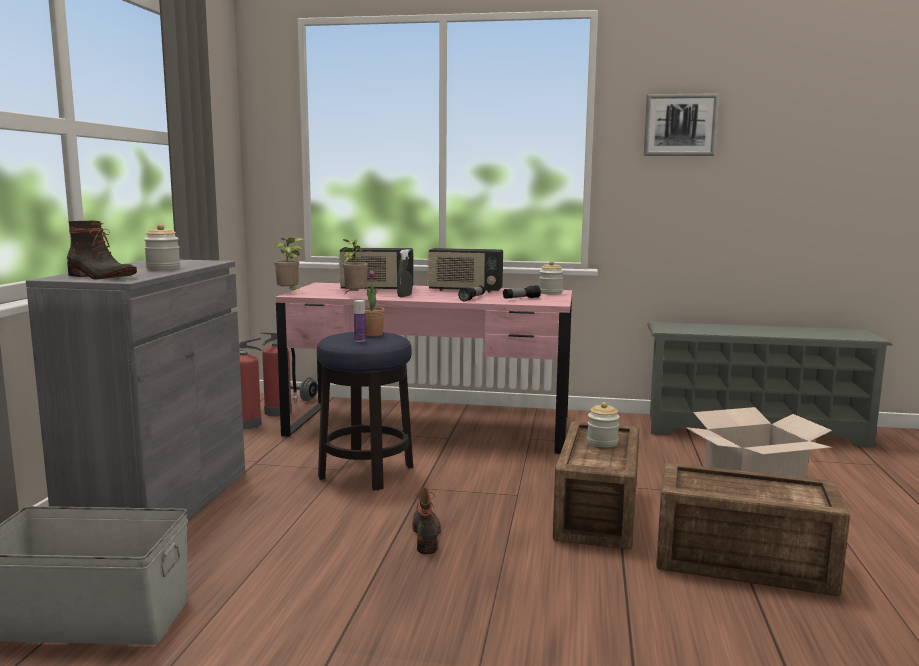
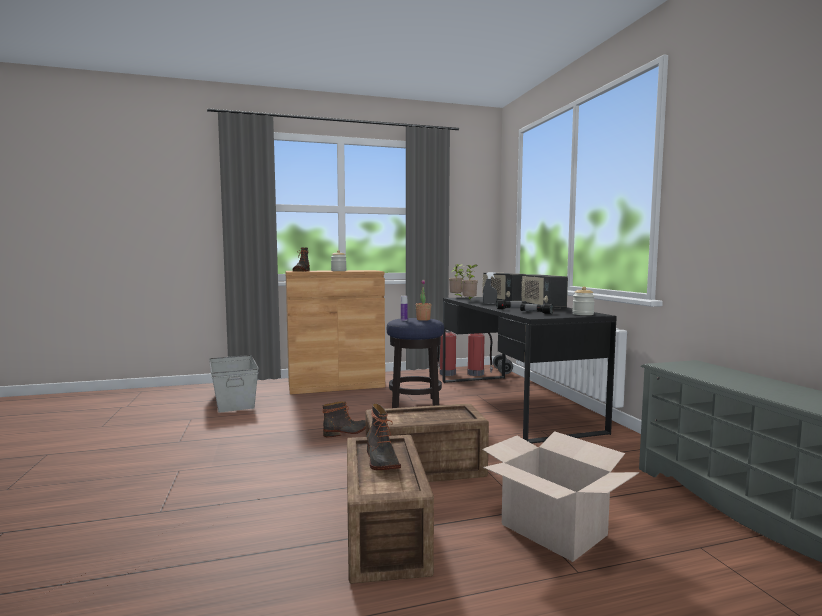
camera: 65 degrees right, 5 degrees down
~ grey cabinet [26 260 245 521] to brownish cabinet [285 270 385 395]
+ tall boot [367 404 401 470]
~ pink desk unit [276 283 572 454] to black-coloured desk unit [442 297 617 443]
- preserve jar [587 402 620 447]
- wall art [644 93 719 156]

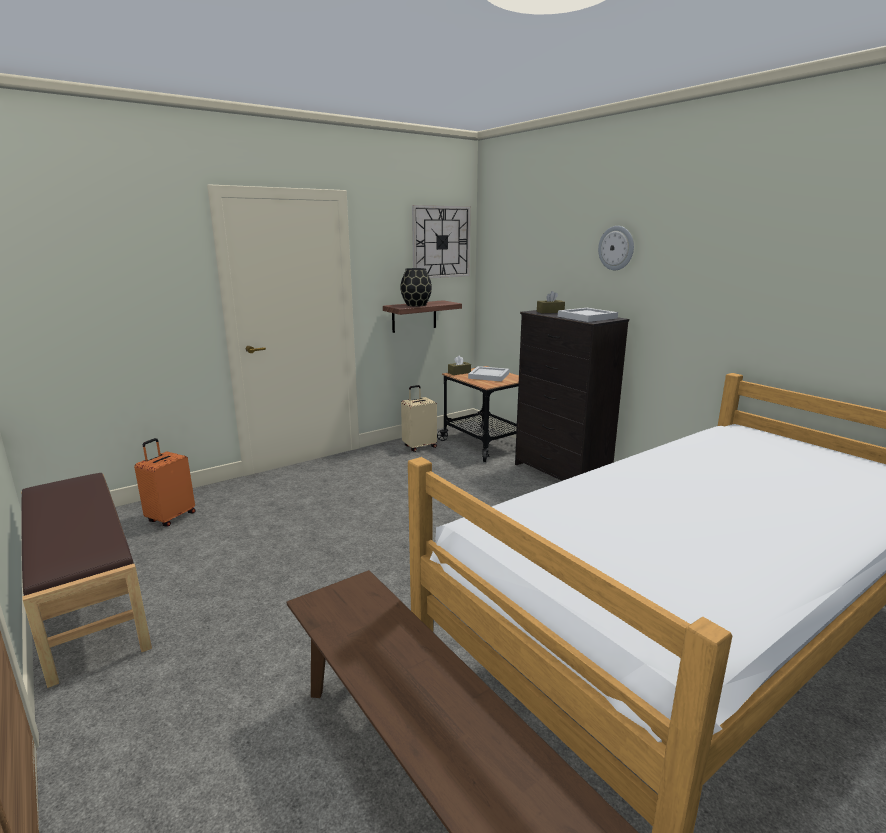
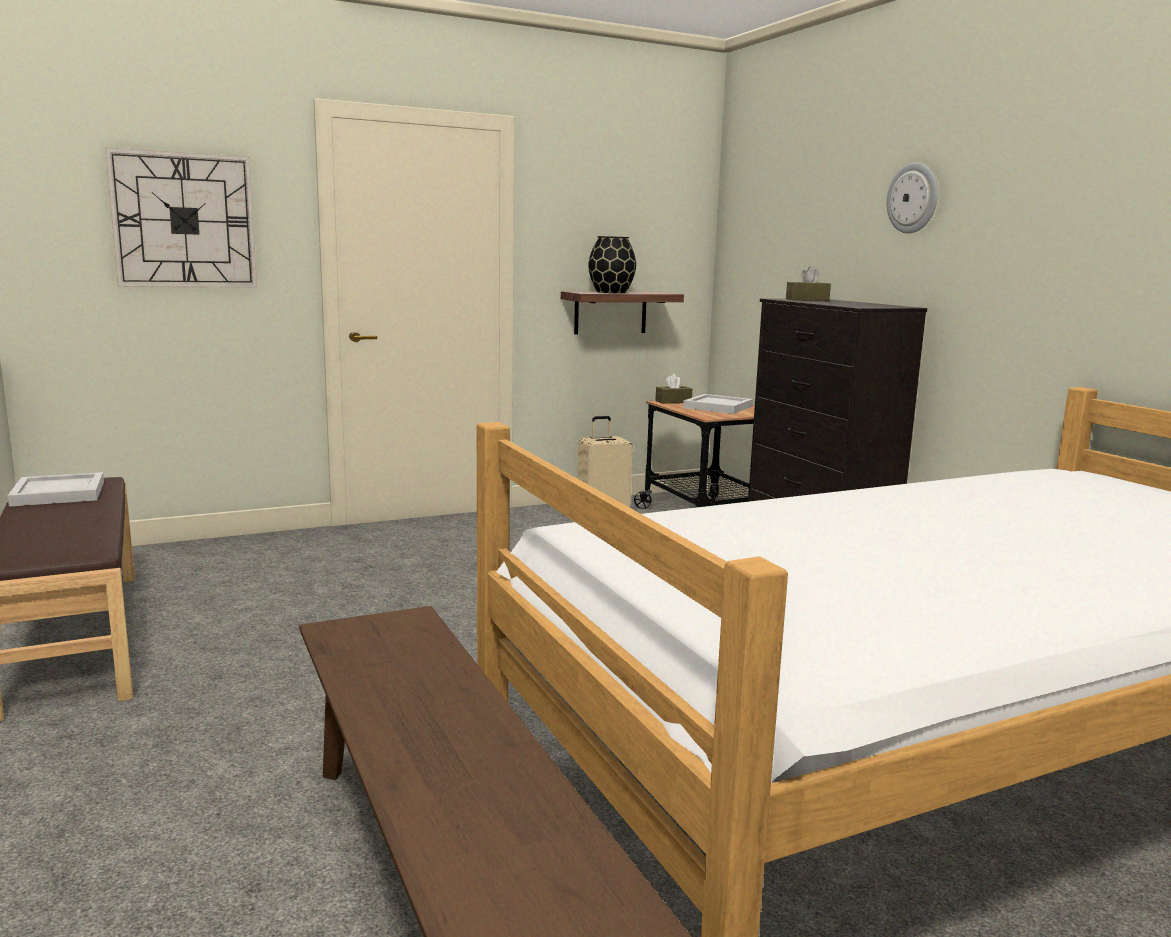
camera: 10 degrees right, 5 degrees down
~ white serving tray [558 308 618 322] to [8 472 104 507]
~ clock on the wall [412 205 471 278] to [105 148 257 288]
- orange suitcase [134 438 196 527]

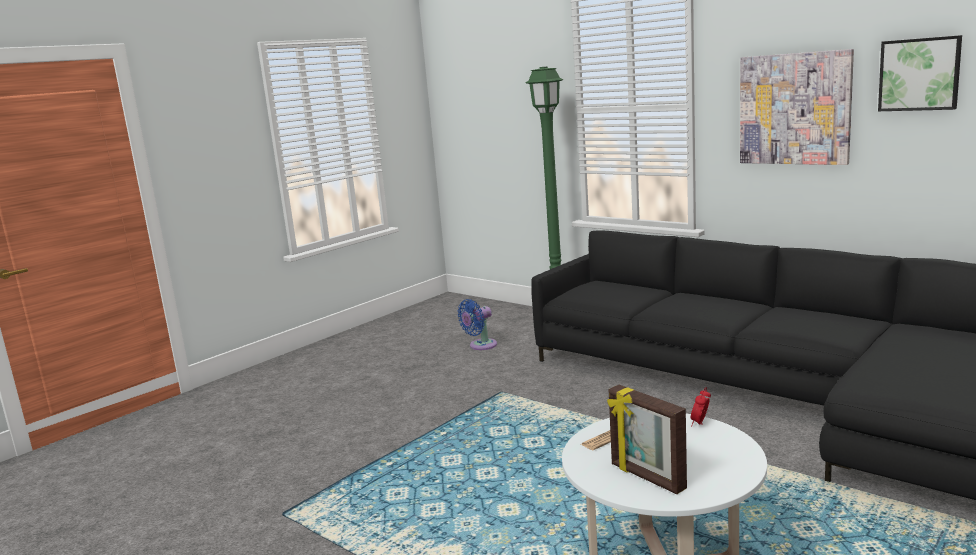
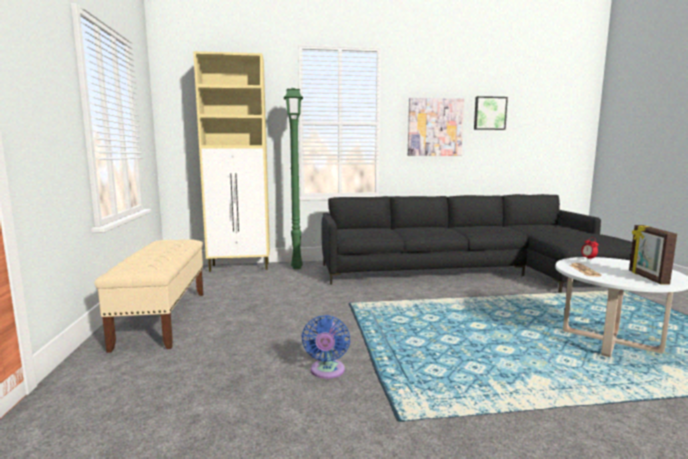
camera: 50 degrees left, 5 degrees down
+ sand-coloured bench [94 239 203 353]
+ sand-coloured cabinet [193 51 270 272]
~ bluish electric fan [458 299 497 350] to [302 315 350 379]
~ photo frame [607 385 687 494] = [629 225 677 285] 90 degrees clockwise

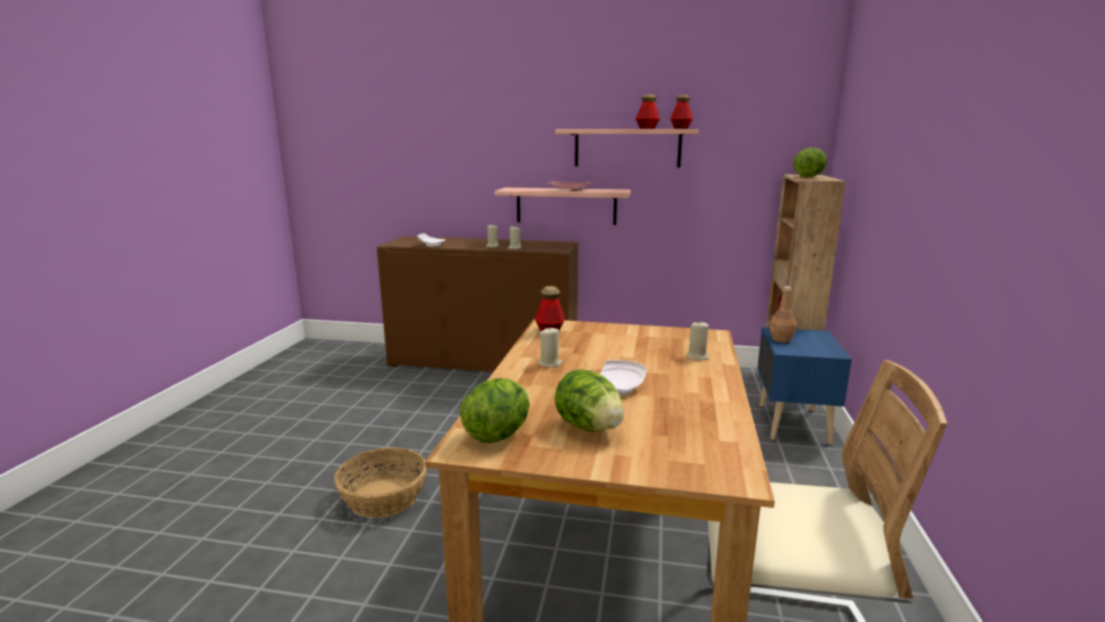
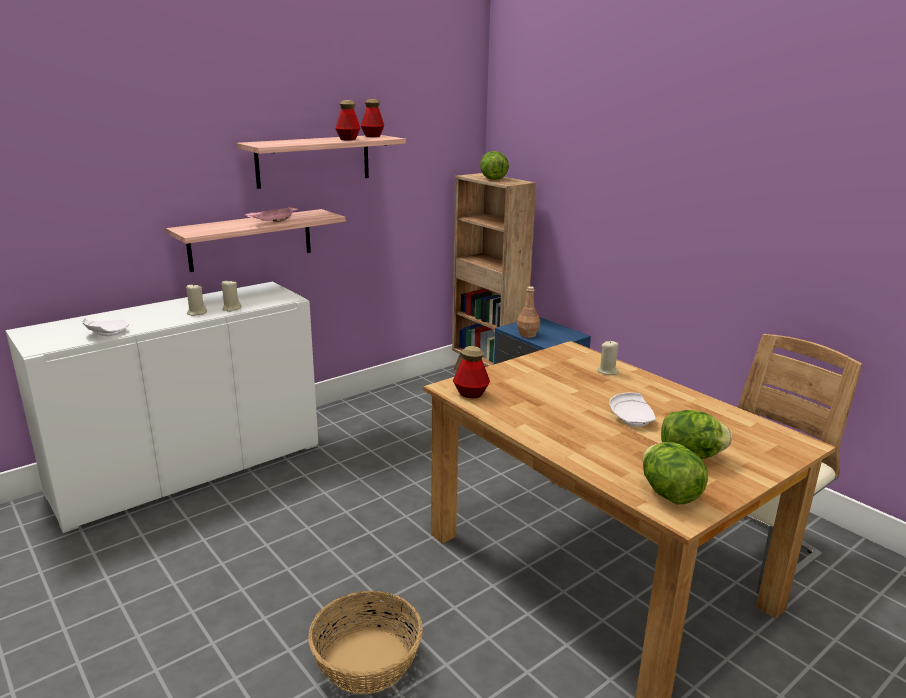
camera: 50 degrees left, 5 degrees up
~ brownish cabinet [377 236 578 372] to white cabinet [5 282 318 533]
- sand-coloured candle [538 327 563 367]

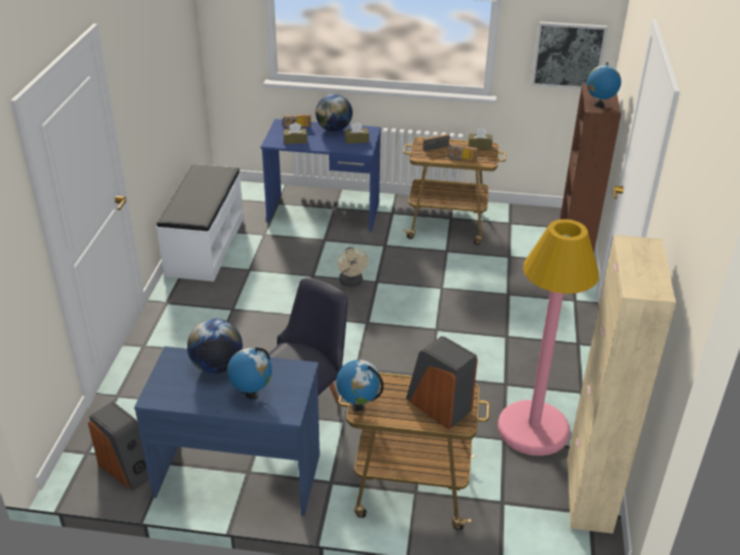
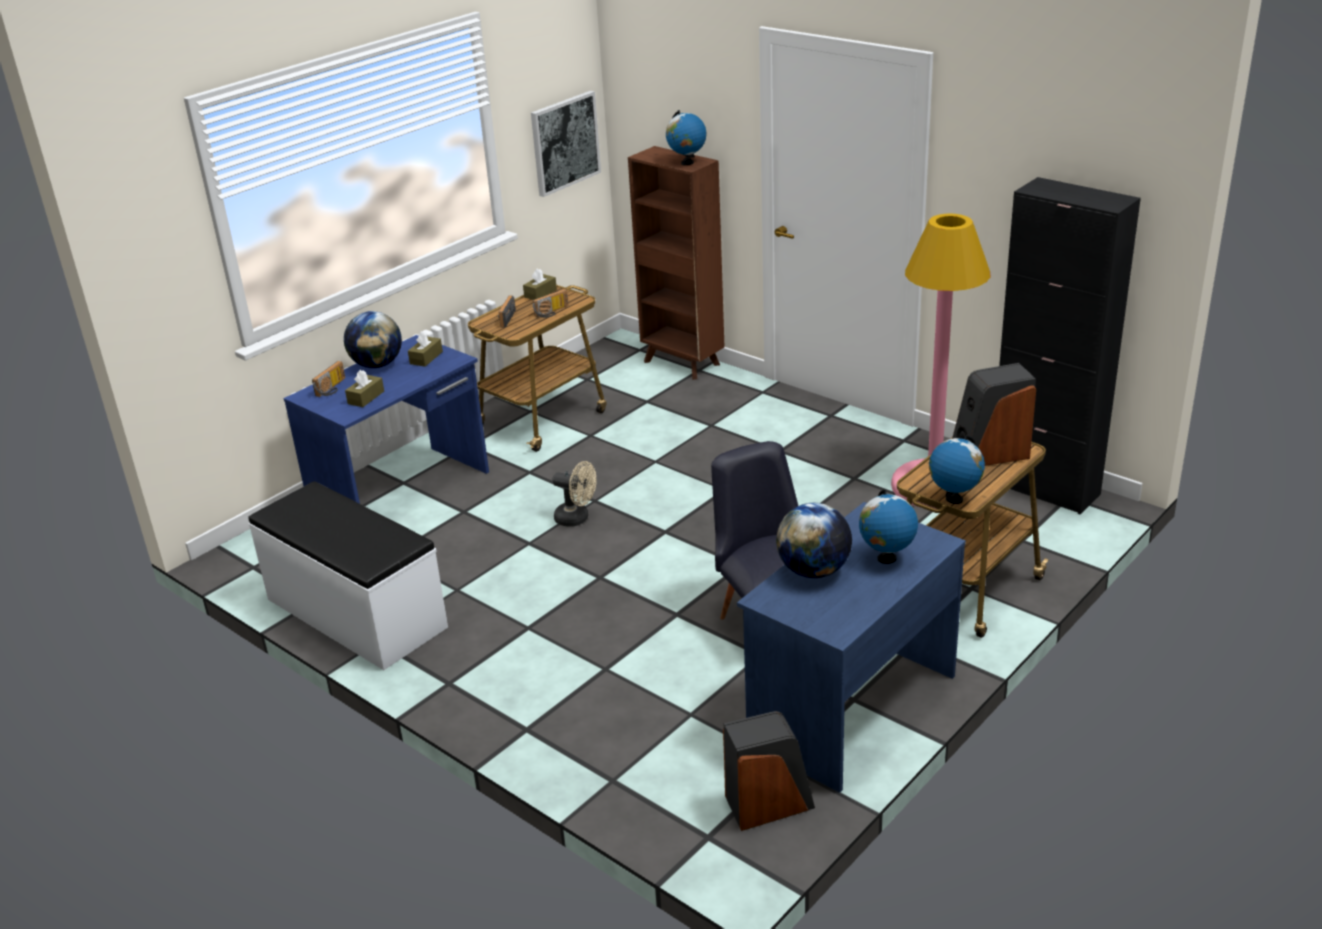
camera: 55 degrees left, 5 degrees down
~ sand-coloured cabinet [567 235 676 534] to black-coloured cabinet [999 177 1141 514]

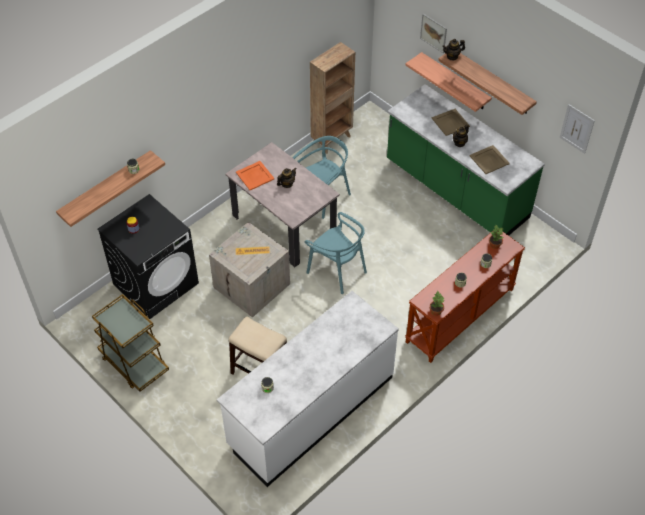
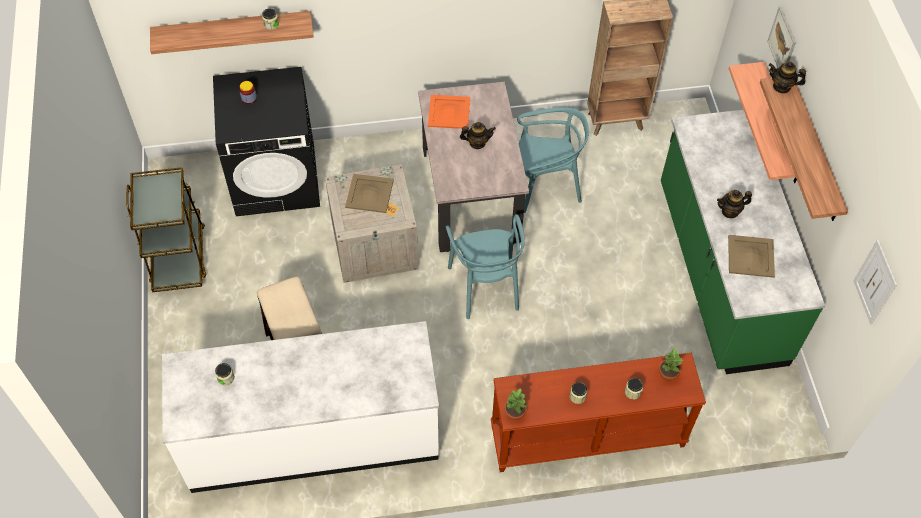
camera: 35 degrees right, 5 degrees up
~ sand-coloured serving tray [432 109 470 136] to [345 174 394 213]

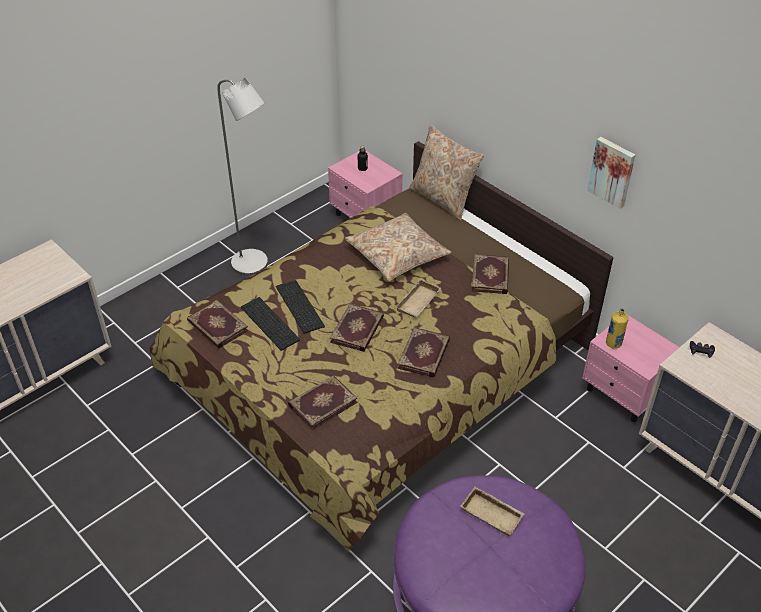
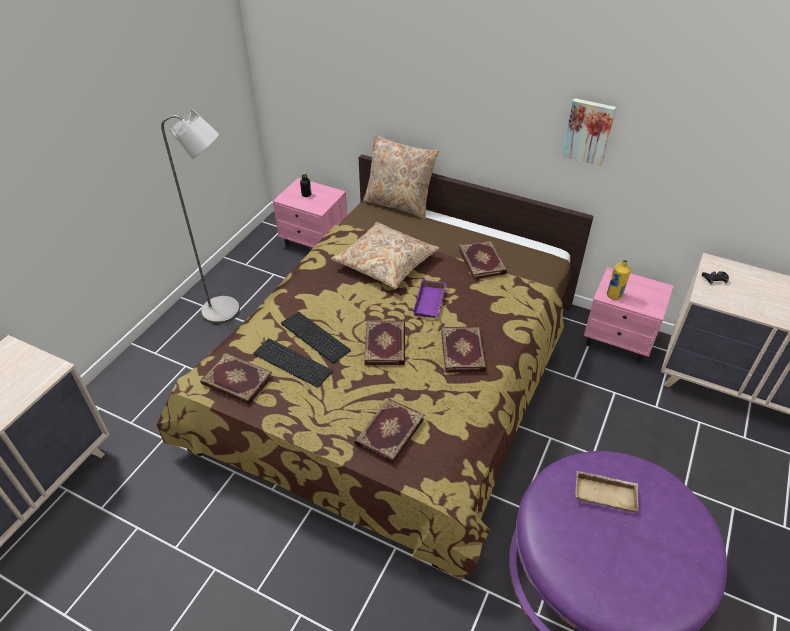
camera: 20 degrees left, 0 degrees up
~ sand-coloured serving tray [395 278 441 317] to purple serving tray [413 279 447 318]

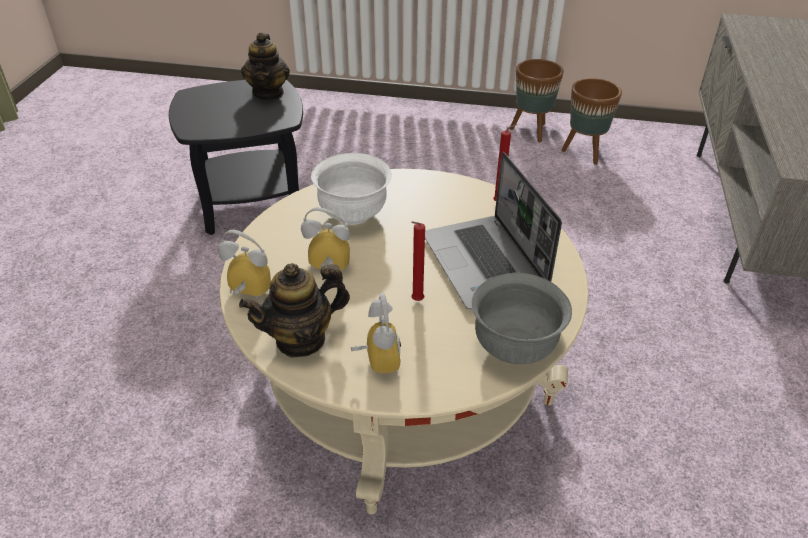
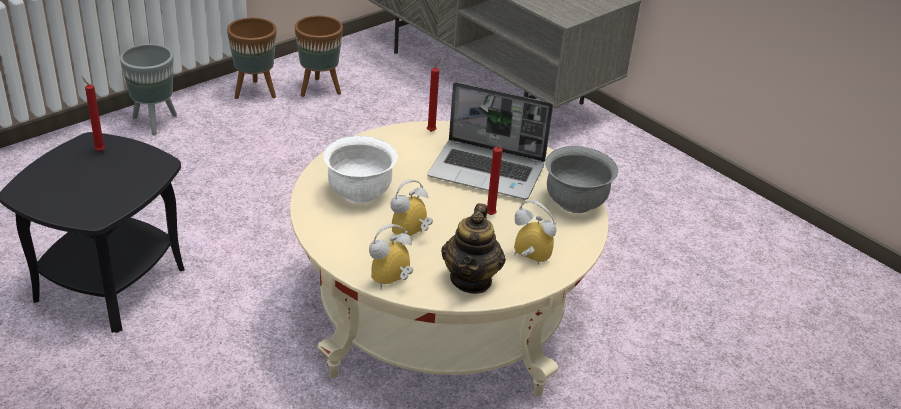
camera: 55 degrees left, 5 degrees down
~ tea pot [241 32 290 100] to red candle [82 76 105 151]
+ grey plant pot [120 44 177 136]

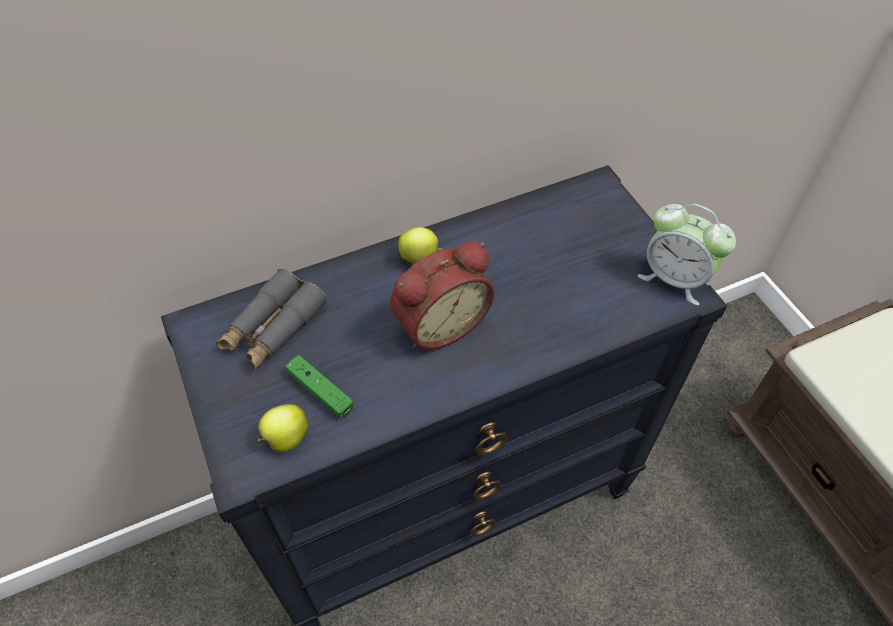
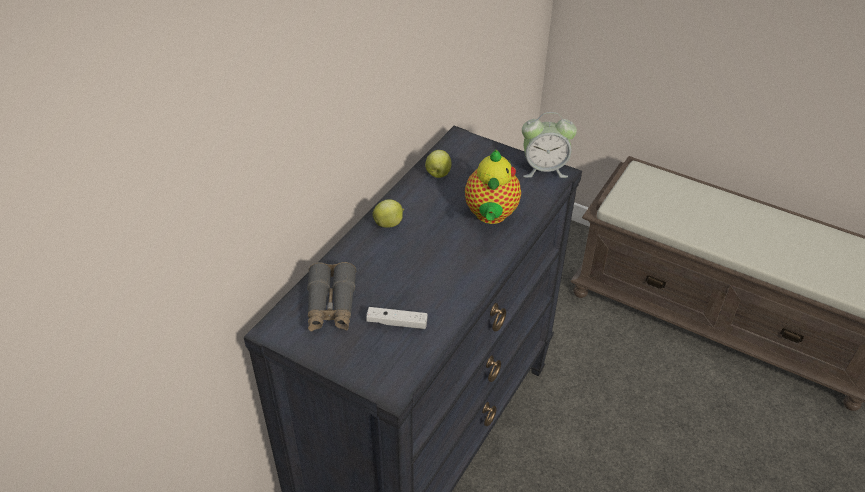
camera: 35 degrees left, 10 degrees down
~ greenish gamepad [285 355 354 418] to white gamepad [366 307 428 329]
~ whole apple [258 404 309 453] to [425 150 451 178]
+ tea pot [465 150 521 224]
- bedside clock [390 242 494 350]

